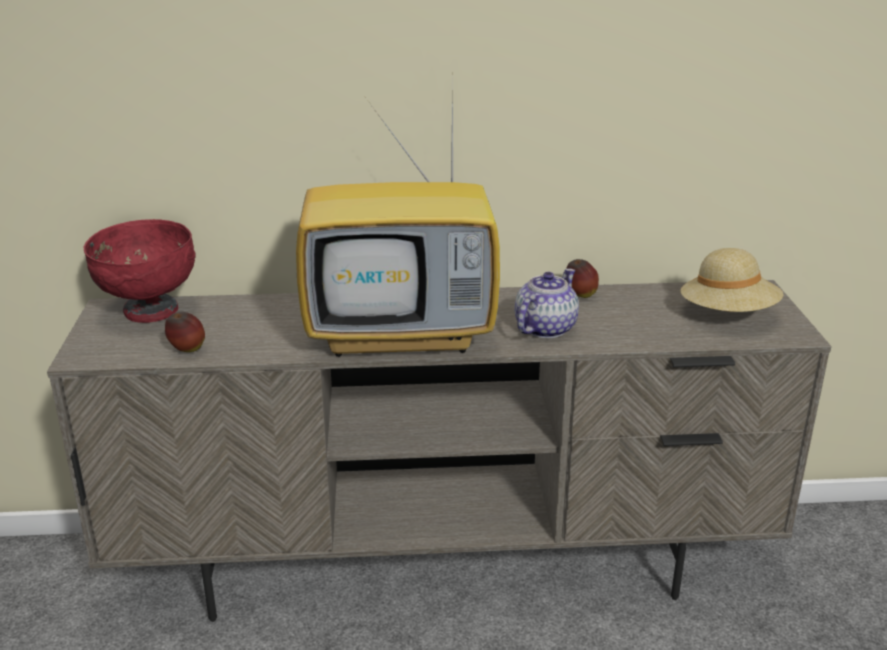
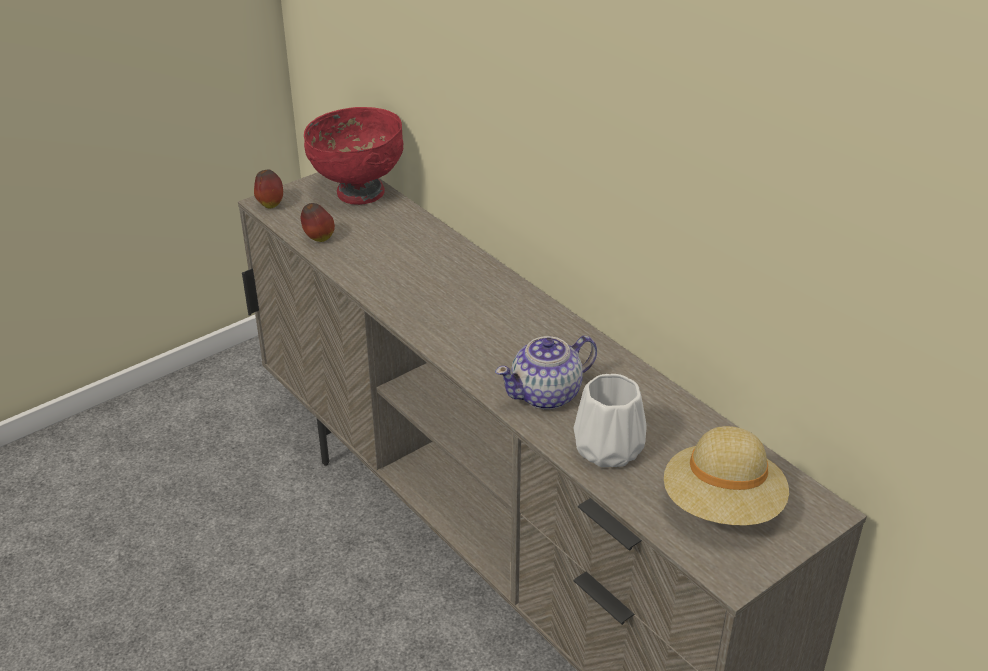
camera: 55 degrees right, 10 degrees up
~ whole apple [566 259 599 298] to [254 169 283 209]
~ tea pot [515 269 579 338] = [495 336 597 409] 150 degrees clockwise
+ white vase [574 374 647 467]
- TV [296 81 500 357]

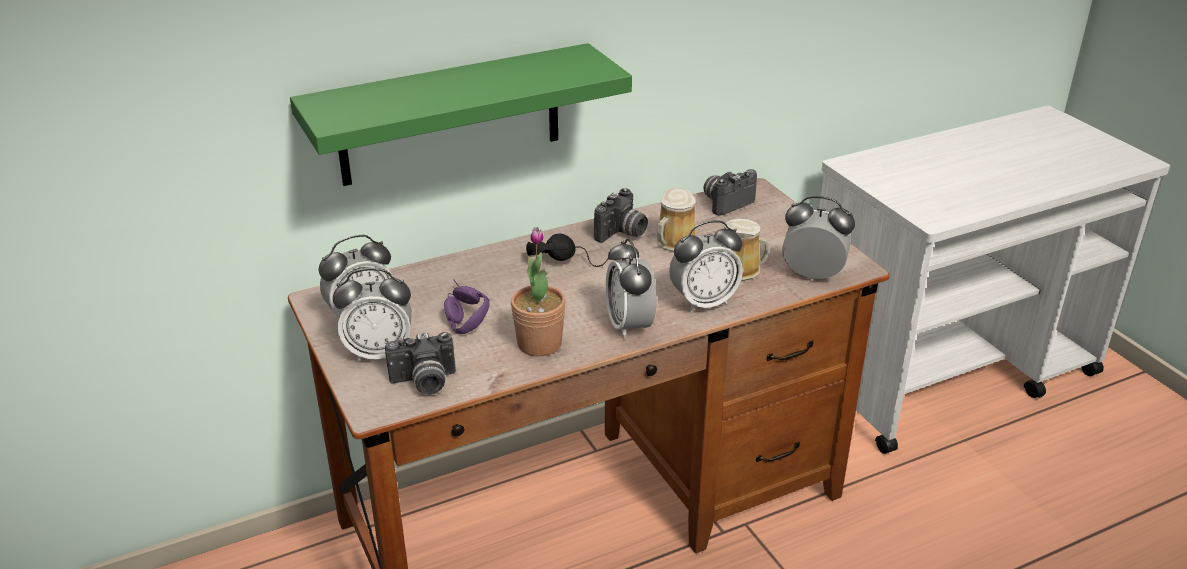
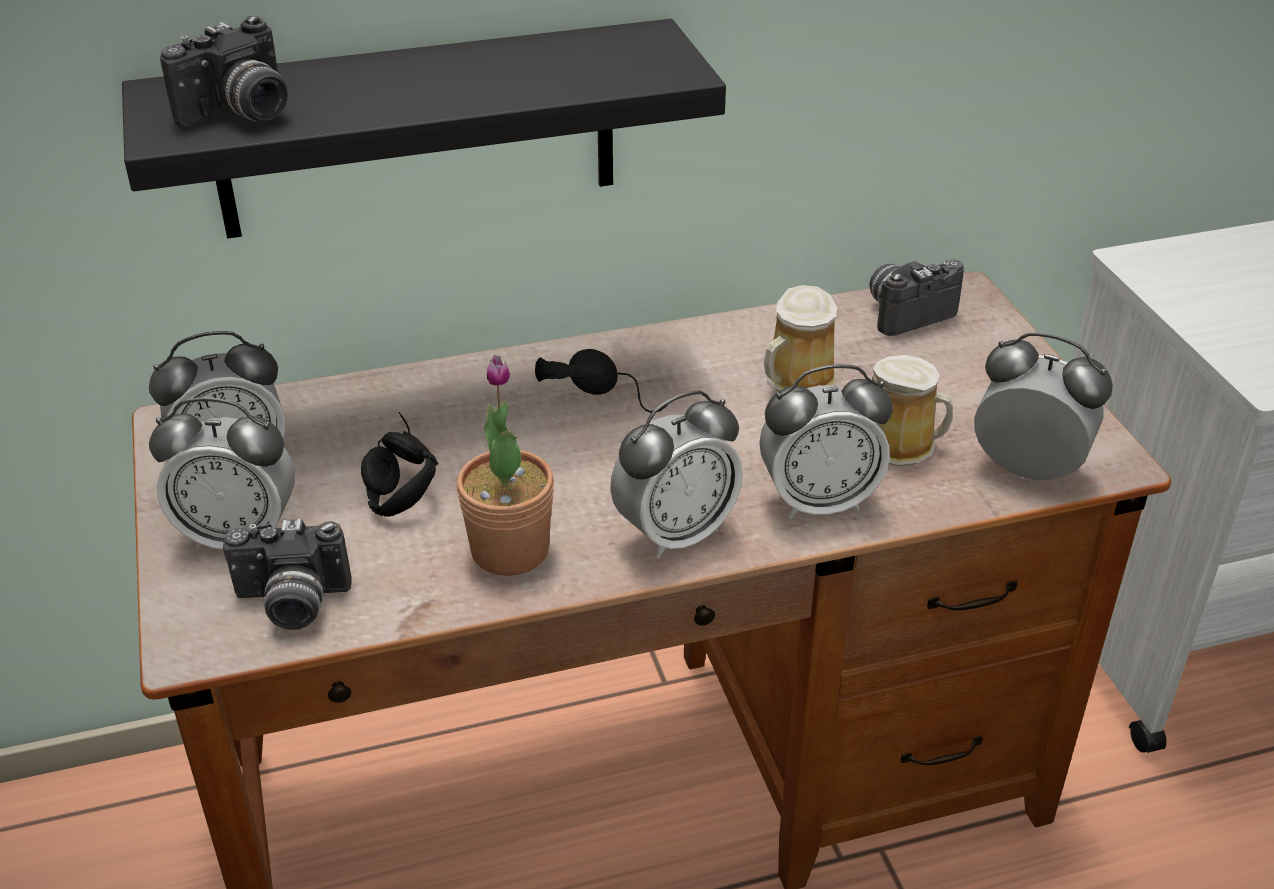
camera: 10 degrees right, 5 degrees up
~ greenish wall shelf [290 43 632 186] to black-coloured wall shelf [122 19 726 239]
~ still camera [594 188 648 243] to [160 16 288 128]
~ purple pair of headphones [444 279 490 334] to black-coloured pair of headphones [361 412 438 517]
~ bedside clock [605 238 657 339] = [610 390 743 559] 120 degrees counterclockwise

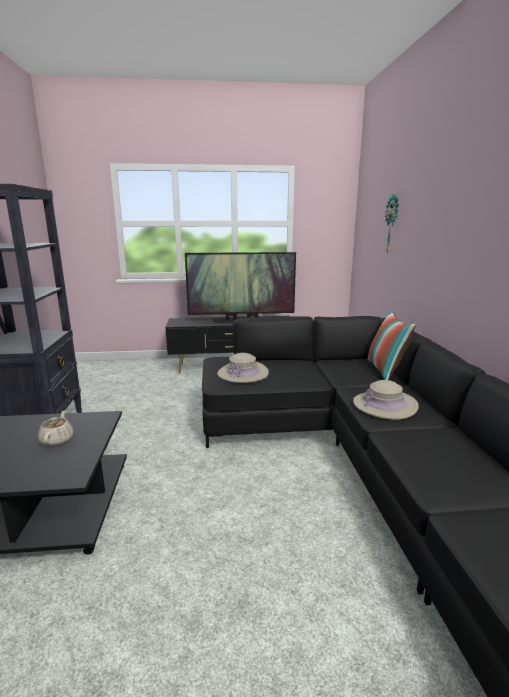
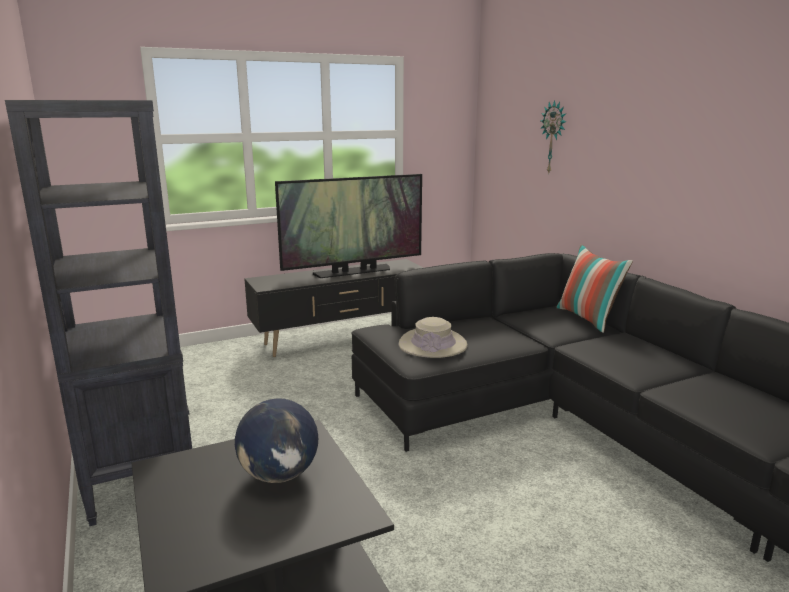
camera: 20 degrees left, 0 degrees up
~ sand-coloured tea pot [38 411 74 447] to world globe [235 398 318 483]
- sand-coloured hat [353 380 419 420]

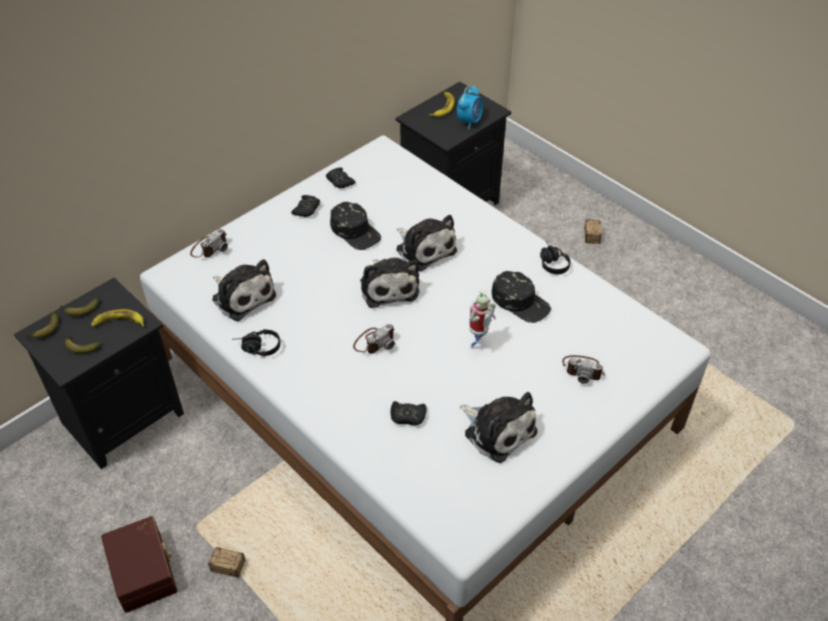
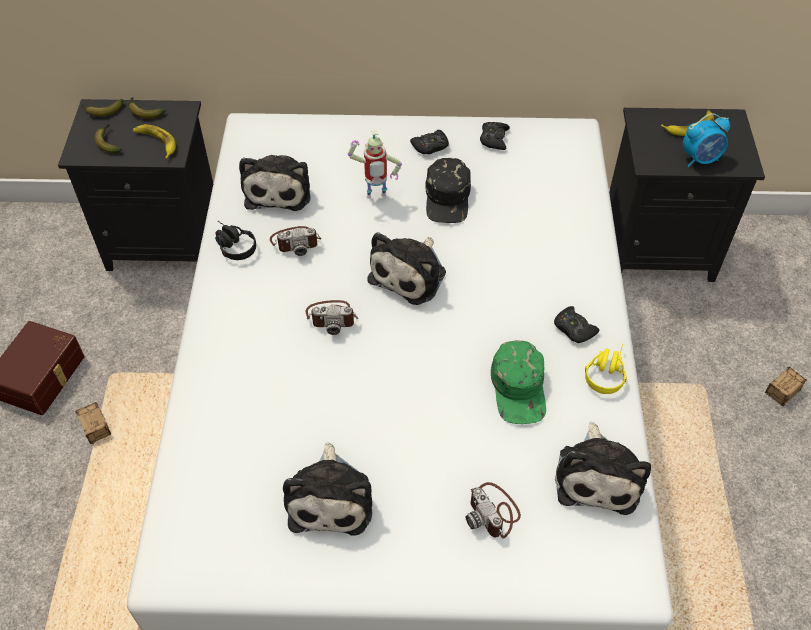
camera: 45 degrees right, 5 degrees up
~ still camera [190 229 228 257] to [270 226 321 256]
~ robot figure [469 289 496 349] to [348 130 402 199]
~ black-coloured peaked cap [492 271 551 323] to greenish peaked cap [491 340 546 424]
~ black-coloured gamepad [391 401 427 425] to [554 306 599 343]
~ cuddly toy [396 215 457 271] to [555 422 651 515]
~ black-coloured pair of headphones [540 241 570 274] to yellow-coloured pair of headphones [585 344 627 394]

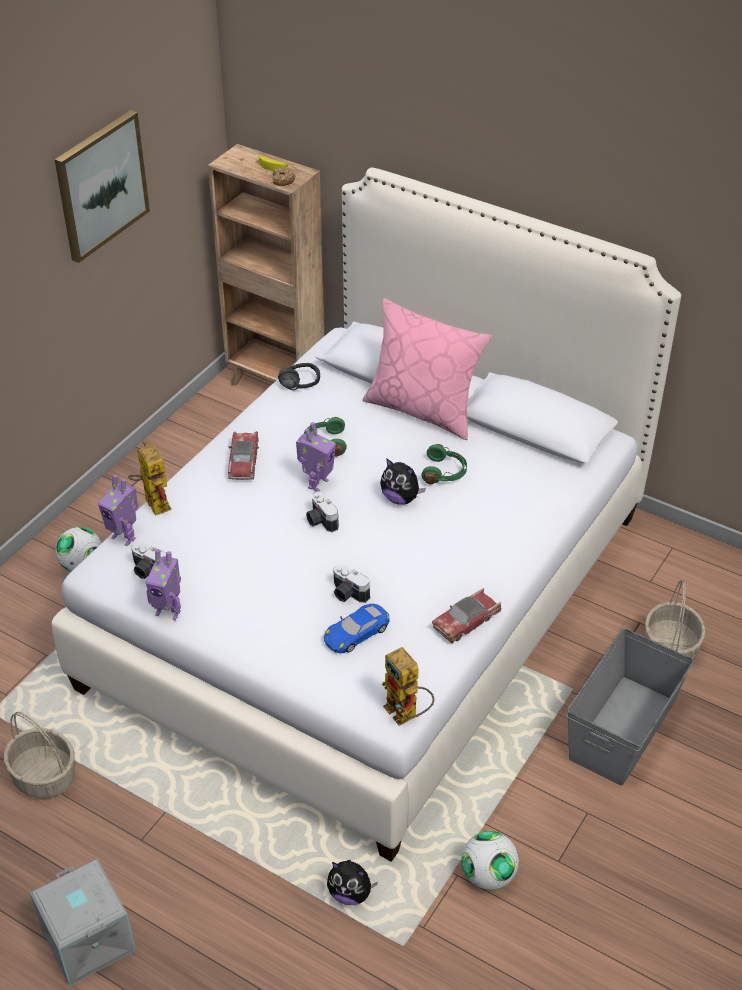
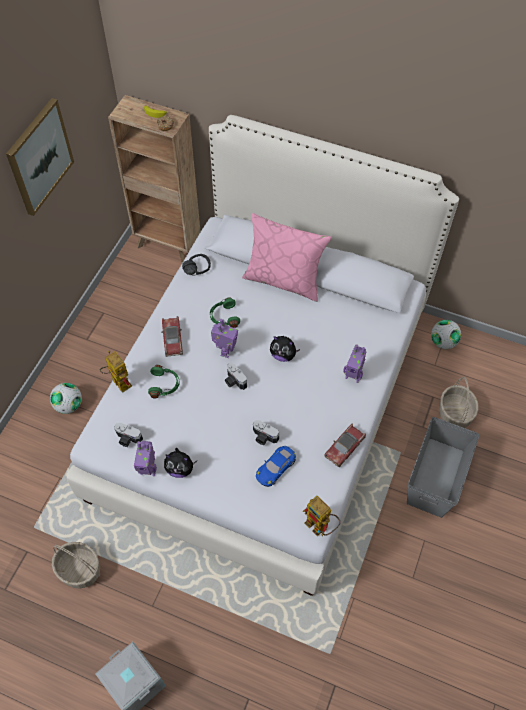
camera: 10 degrees left, 15 degrees up
~ greenish pair of headphones [422 444 467 484] to [148 365 180 398]
~ cuddly toy [327 860 378 905] to [164 448 197 478]
~ robot figure [98 475 138 546] to [343 344 366 383]
~ football ball [462 831 519 890] to [431 320 461 349]

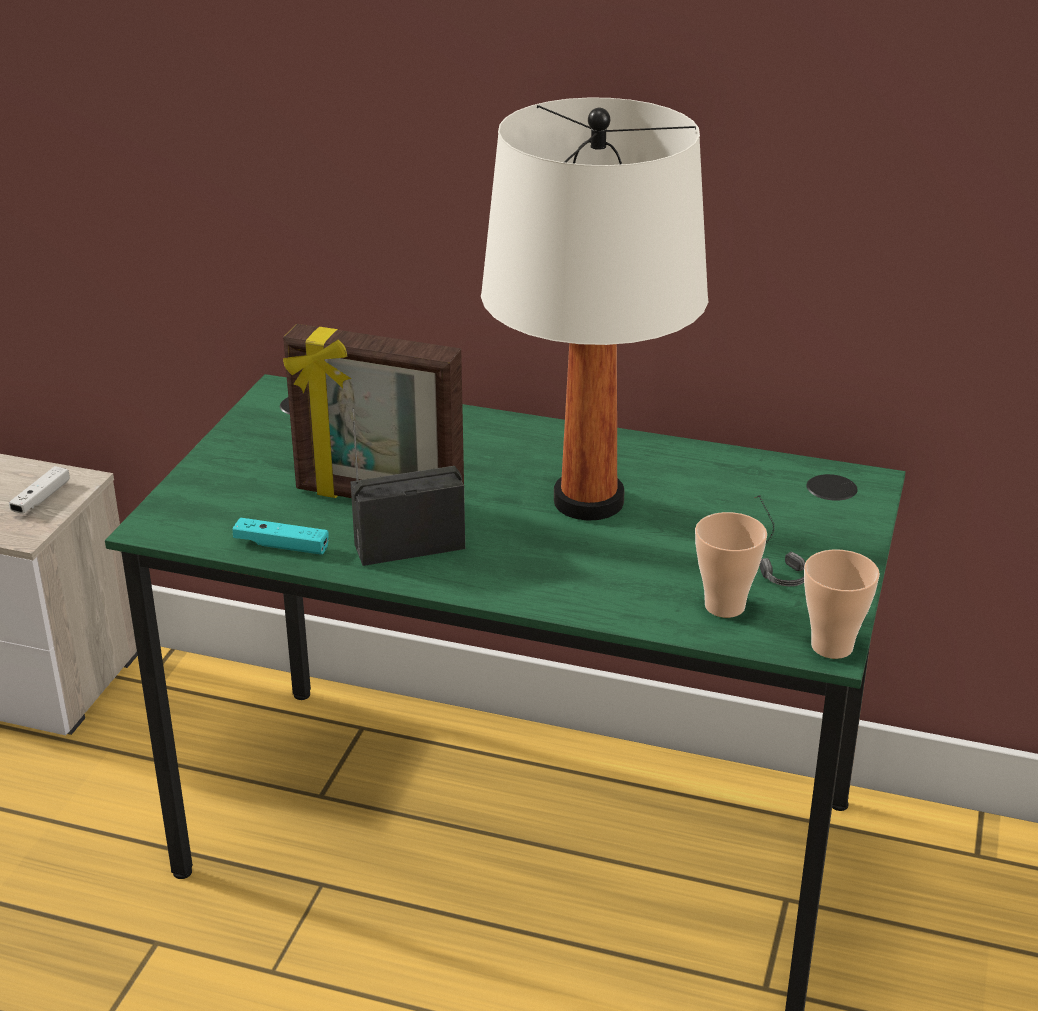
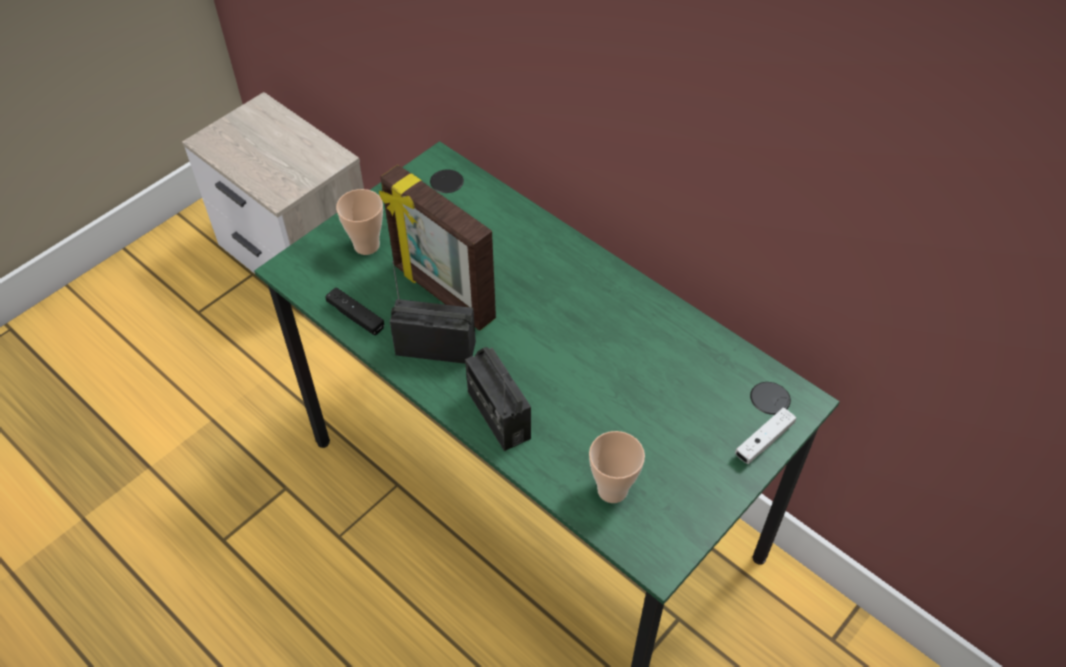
camera: 25 degrees right, 20 degrees up
~ turquoise gamepad [233 518 328 555] to black-coloured gamepad [325 287 384 335]
~ drinking cup [804 549 880 659] to [336 189 383 255]
+ radio set [465 347 531 451]
~ white gamepad [9 466 70 514] to [735 407 796 464]
- white tabletop lamp [481 97 708 521]
- pair of headphones [754 495 805 586]

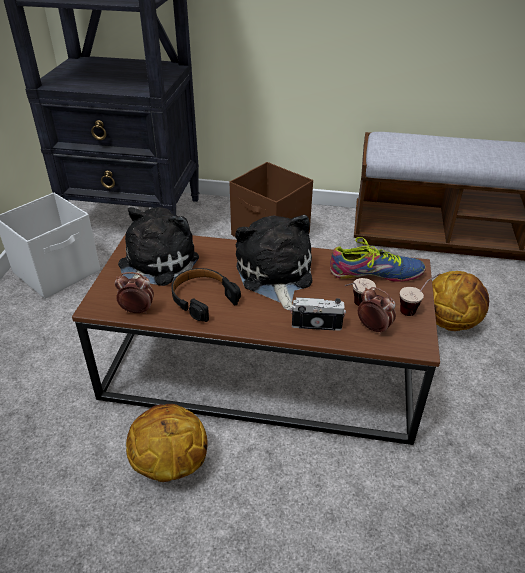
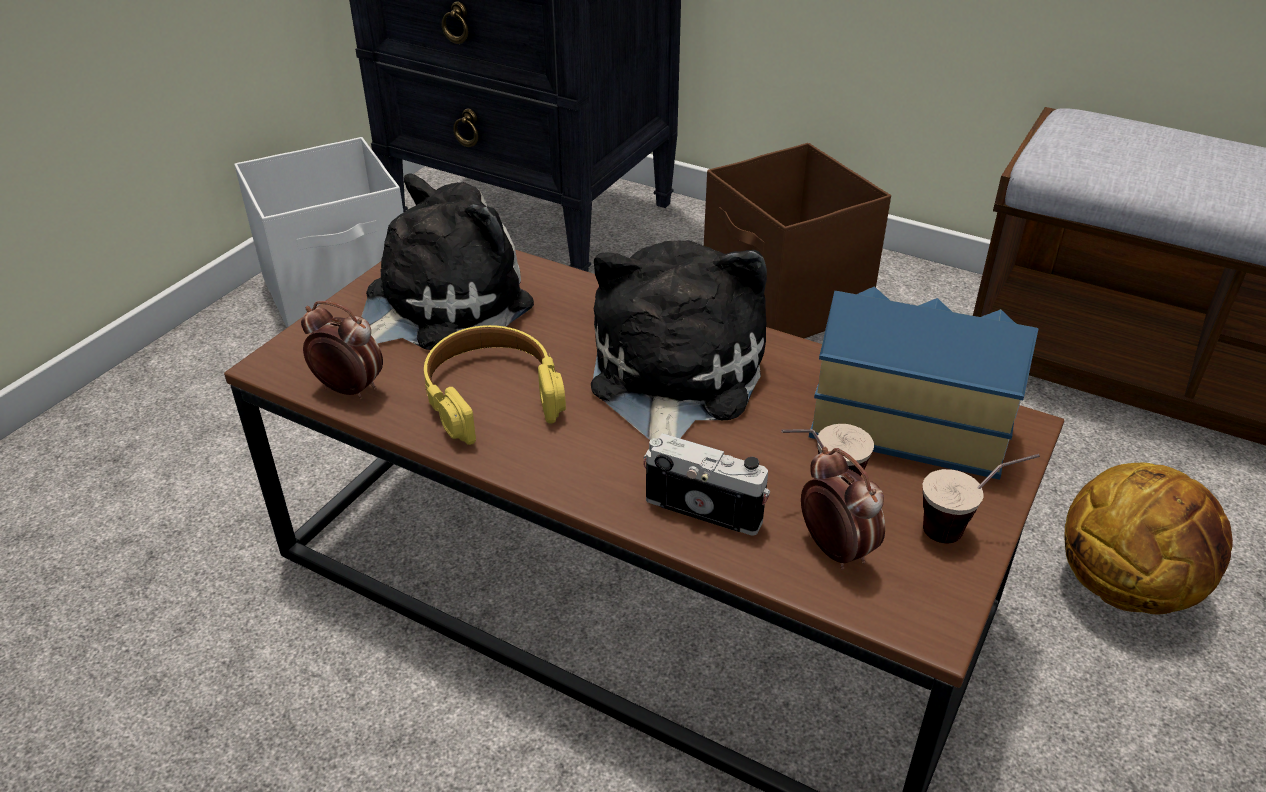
camera: 20 degrees right, 0 degrees up
~ black-coloured pair of headphones [171 268 241 322] to yellow-coloured pair of headphones [424 325 566 445]
~ shoe [330 237 426 282] to toy house [809 286 1039 480]
- basketball [126 404 208 482]

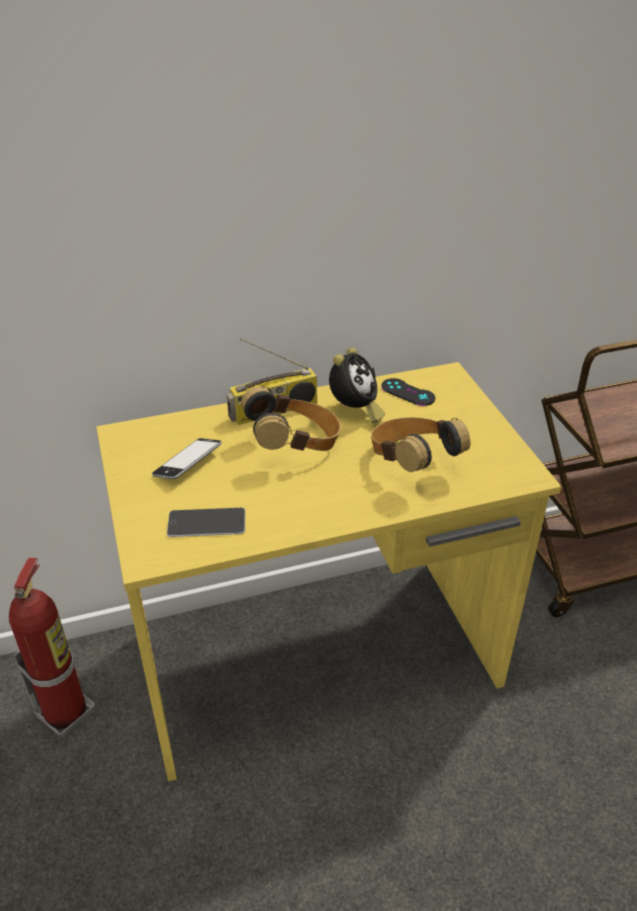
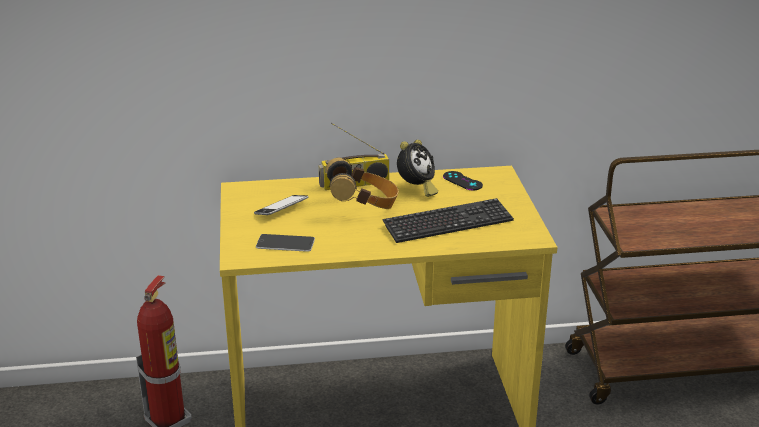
camera: 10 degrees right, 10 degrees down
~ pair of headphones [371 417 470 472] to computer keyboard [382 198 514 243]

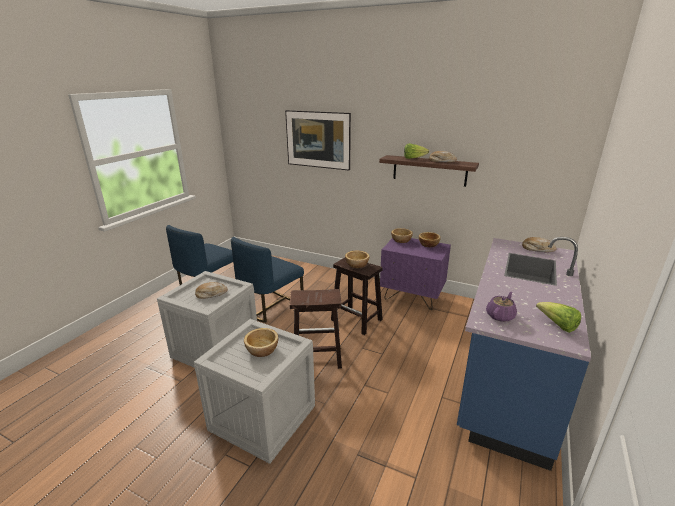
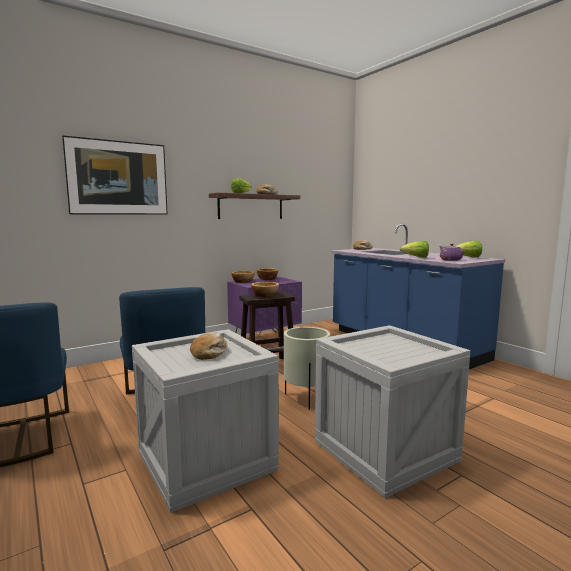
camera: 60 degrees left, 15 degrees down
~ brownish stool [290 289 342 369] to sand-coloured plant pot [284 327 330 410]
+ lettuce head [400 240 429 258]
- bowl [244 328 278 357]

